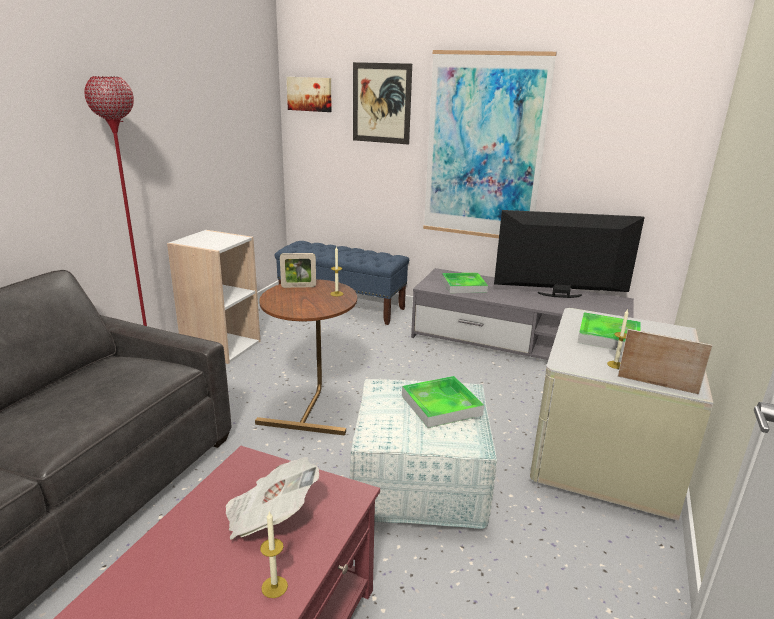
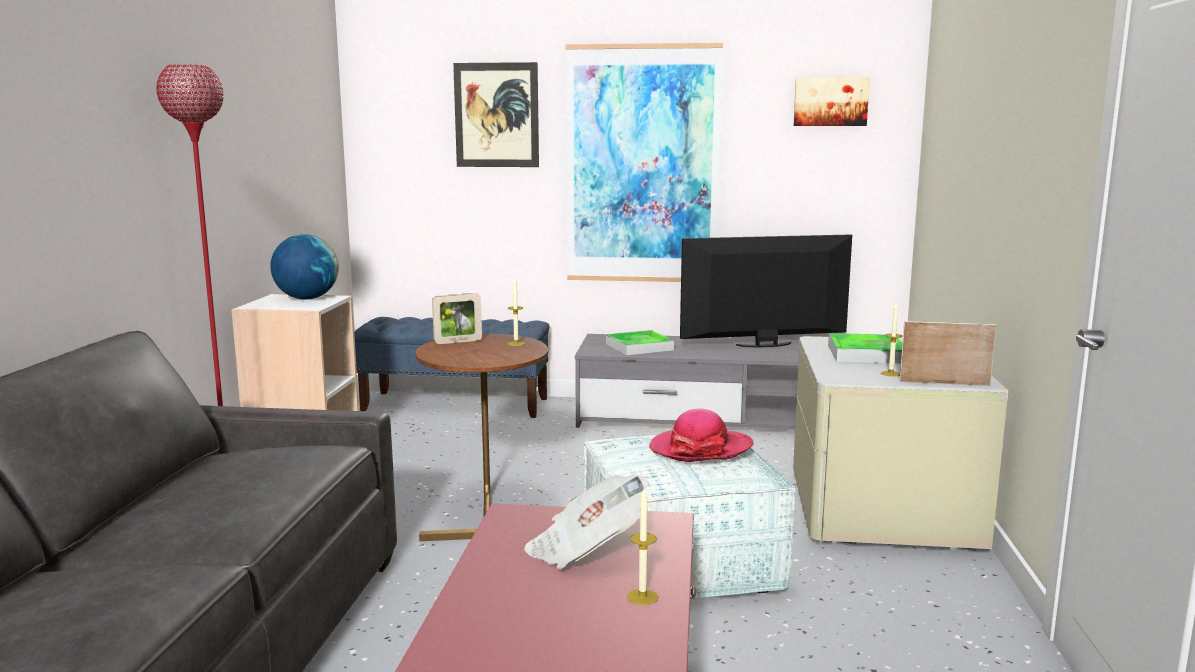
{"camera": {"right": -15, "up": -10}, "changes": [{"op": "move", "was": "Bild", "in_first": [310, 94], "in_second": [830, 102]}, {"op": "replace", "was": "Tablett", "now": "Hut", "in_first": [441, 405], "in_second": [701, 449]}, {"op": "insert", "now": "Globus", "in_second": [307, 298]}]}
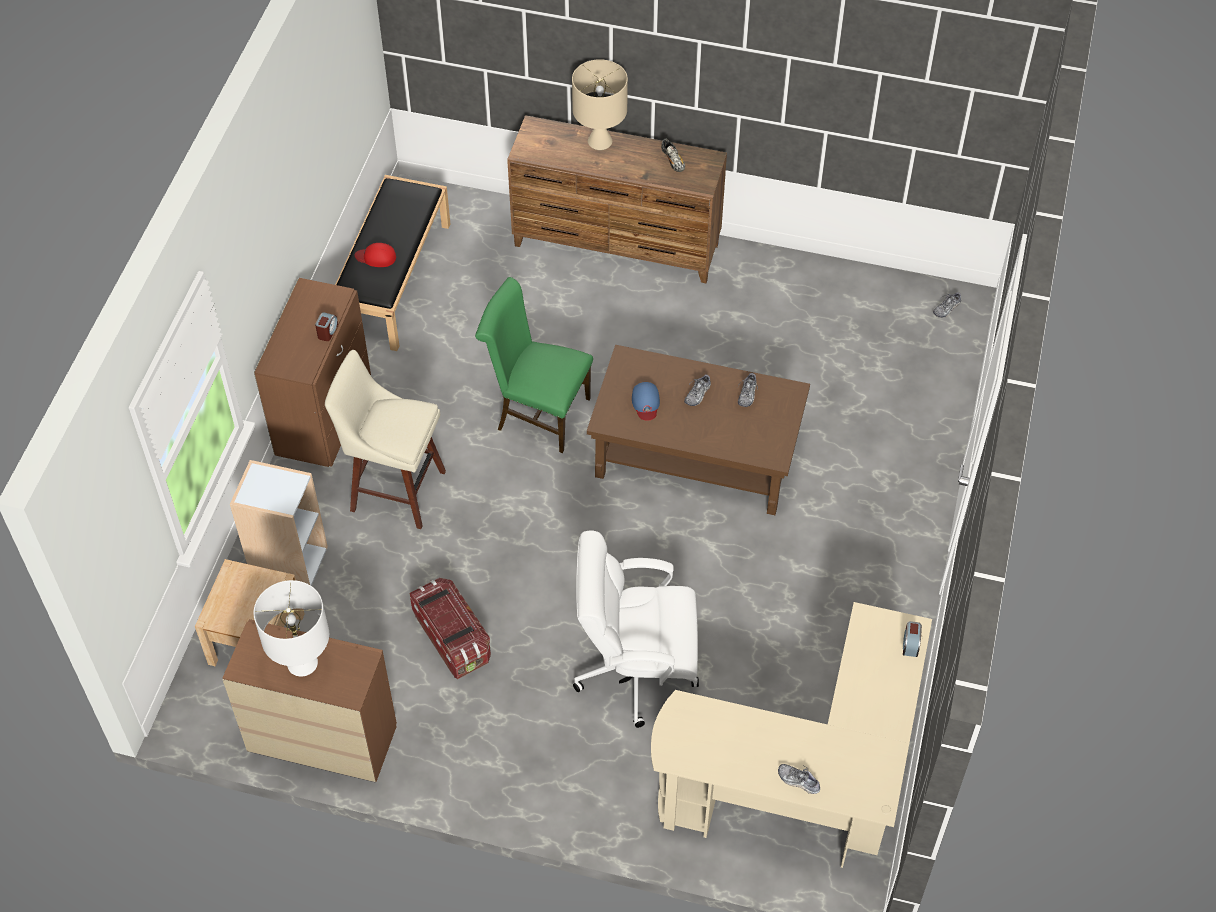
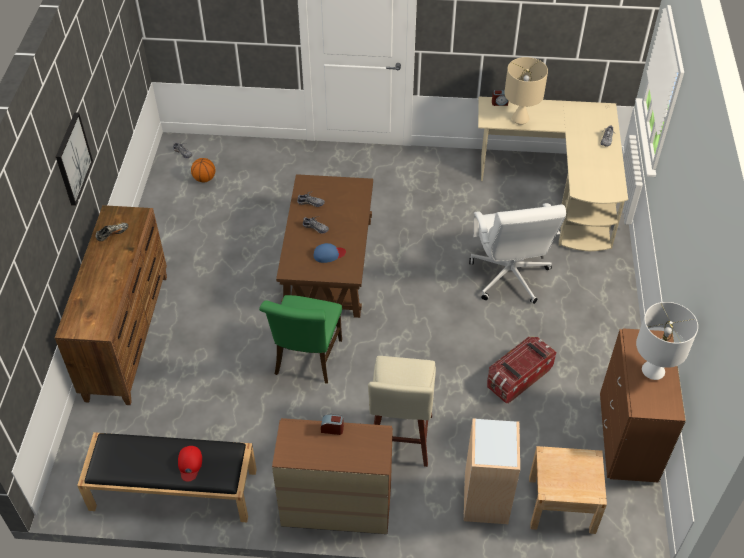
{"camera": {"right": -100, "up": -5}, "changes": [{"op": "move", "was": "Tischlampe (beige)", "in_first": [599, 143], "in_second": [520, 120]}, {"op": "insert", "now": "Bild", "in_second": [72, 159]}, {"op": "insert", "now": "Basketball", "in_second": [204, 179]}]}
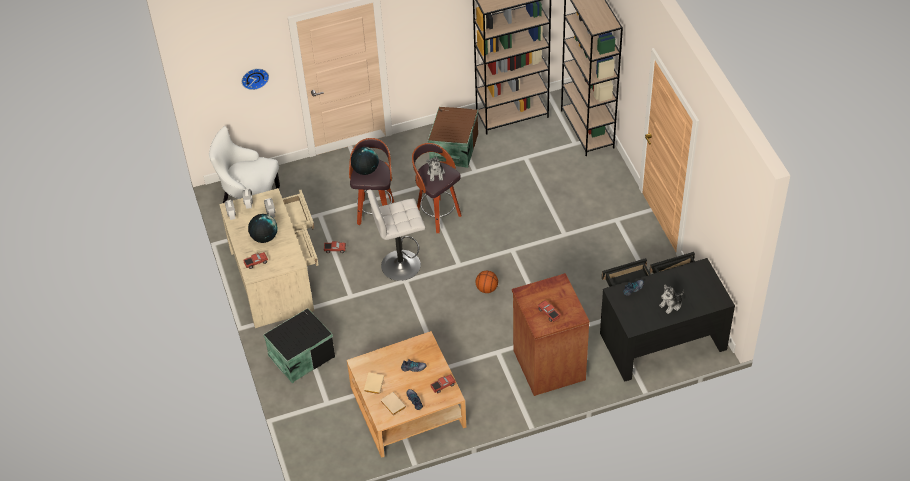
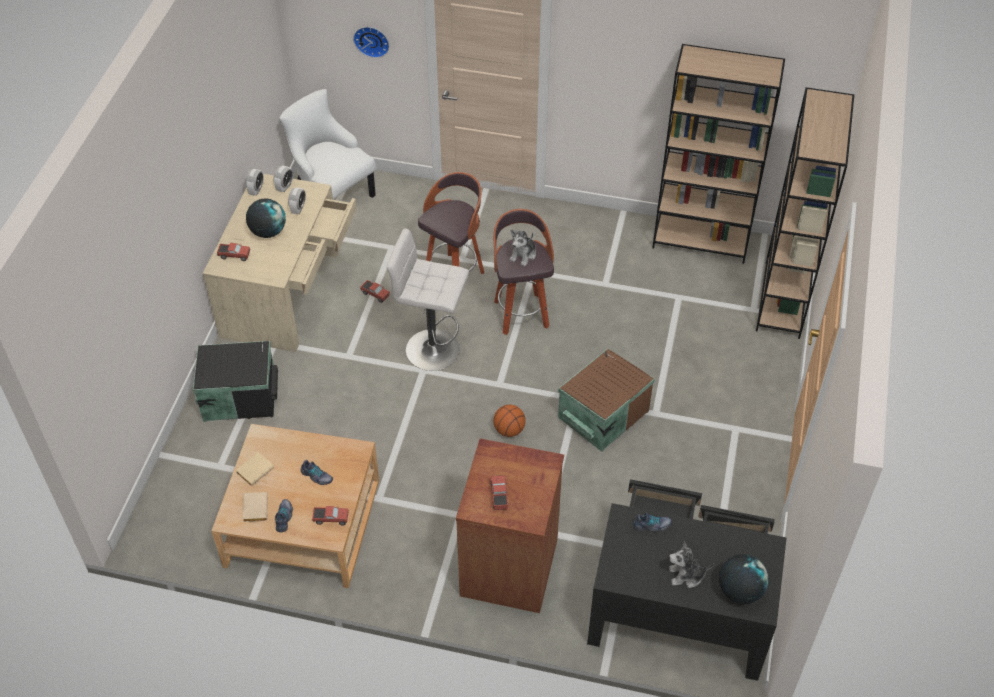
{"camera": {"right": 30, "up": 0}, "changes": [{"op": "move", "was": "Aufbewahrungsbox (braun)", "in_first": [453, 148], "in_second": [602, 414]}, {"op": "move", "was": "Globus", "in_first": [365, 170], "in_second": [739, 591]}]}
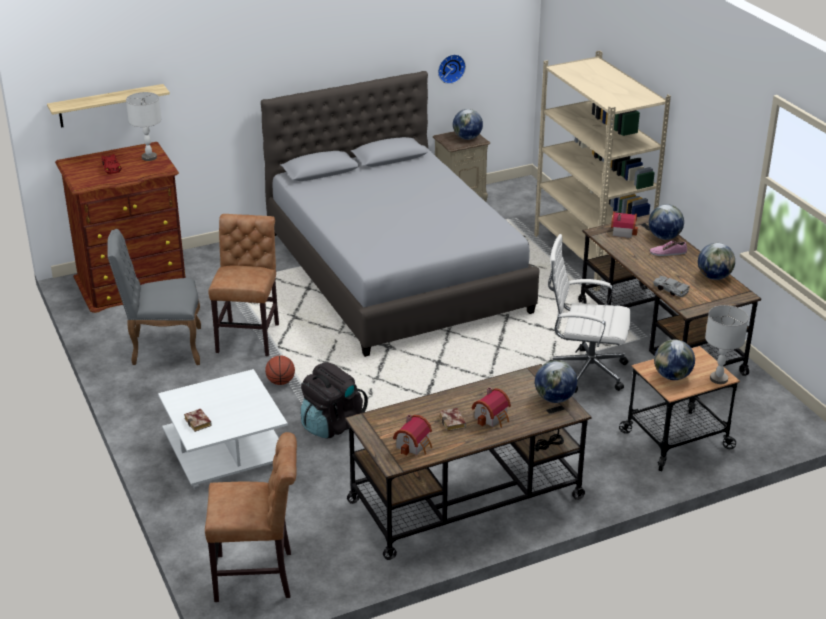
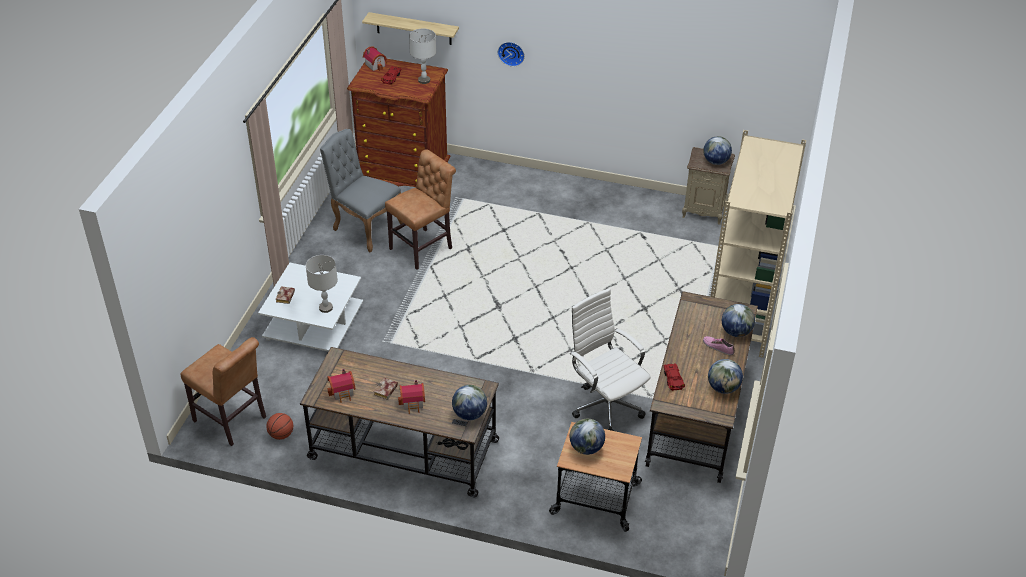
{"camera": {"right": 40, "up": 10}, "changes": [{"op": "move", "was": "Wanduhr", "in_first": [450, 68], "in_second": [511, 53]}, {"op": "delete", "was": "Bett (grau)", "in_first": [396, 271]}, {"op": "move", "was": "Spielzeughaus", "in_first": [622, 231], "in_second": [376, 64]}, {"op": "recolor", "was": "Spielzeugauto (grau)", "now": "Spielzeugauto (rot)", "in_first": [670, 290], "in_second": [673, 379]}, {"op": "move", "was": "Tischlampe (grau)", "in_first": [718, 379], "in_second": [325, 308]}, {"op": "move", "was": "Basketball", "in_first": [280, 382], "in_second": [281, 434]}, {"op": "delete", "was": "Rucksack (schwarz)", "in_first": [331, 424]}]}
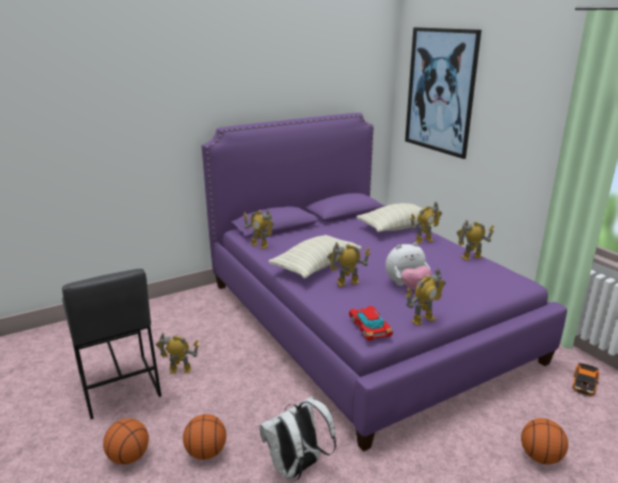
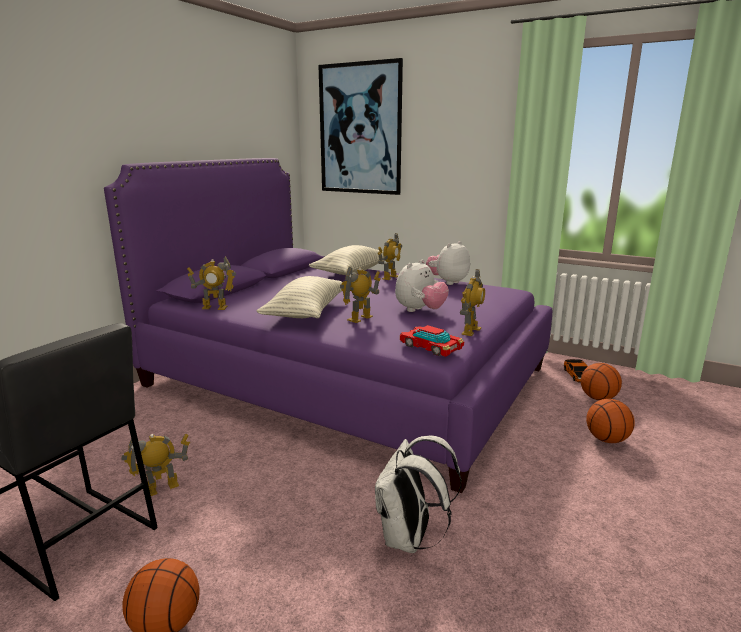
{"camera": {"right": -30, "up": -5}, "changes": [{"op": "replace", "was": "Spielzeugroboter", "now": "Plüschtier", "in_first": [471, 257], "in_second": [447, 282]}, {"op": "move", "was": "Basketball", "in_first": [206, 452], "in_second": [598, 398]}]}
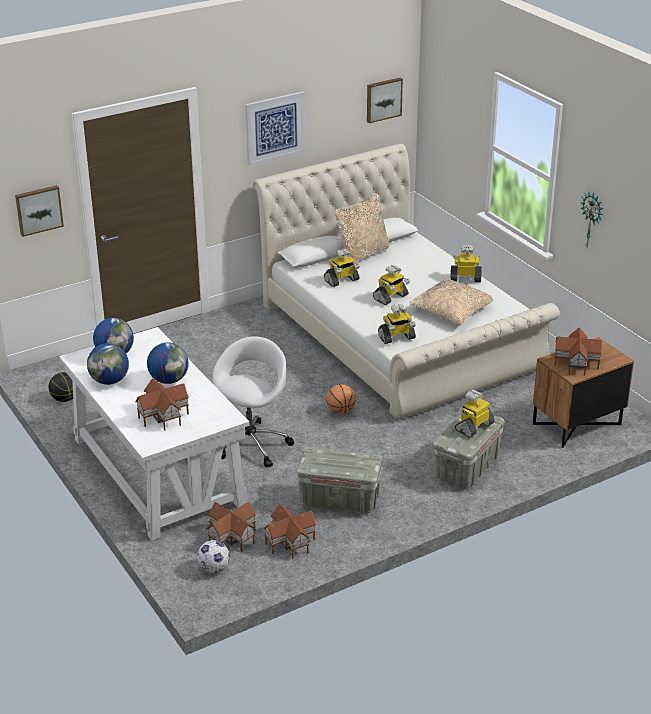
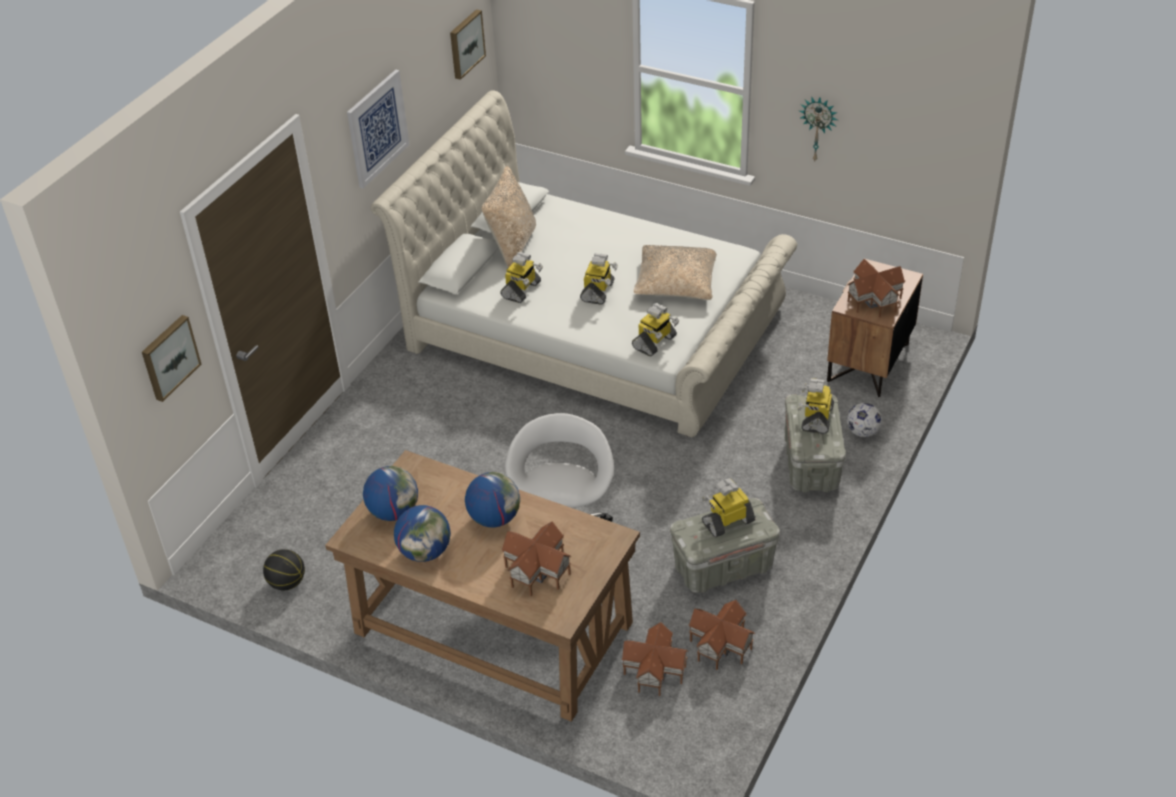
{"camera": {"right": -30, "up": 10}, "changes": [{"op": "move", "was": "Spielzeugroboter", "in_first": [465, 278], "in_second": [727, 521]}, {"op": "recolor", "was": "Schreibtisch (weiß)", "now": "Schreibtisch (braun)", "in_first": [157, 471], "in_second": [493, 628]}, {"op": "delete", "was": "Basketball", "in_first": [340, 411]}, {"op": "move", "was": "Fußball", "in_first": [213, 568], "in_second": [862, 432]}]}
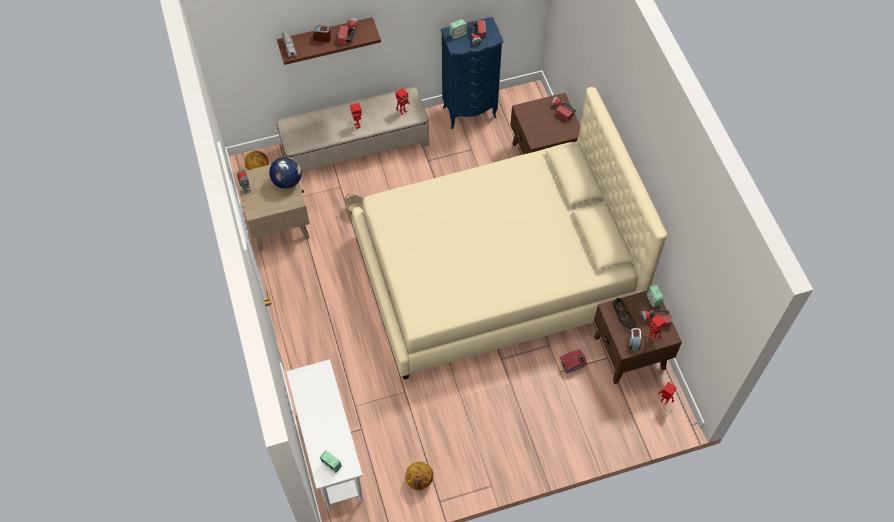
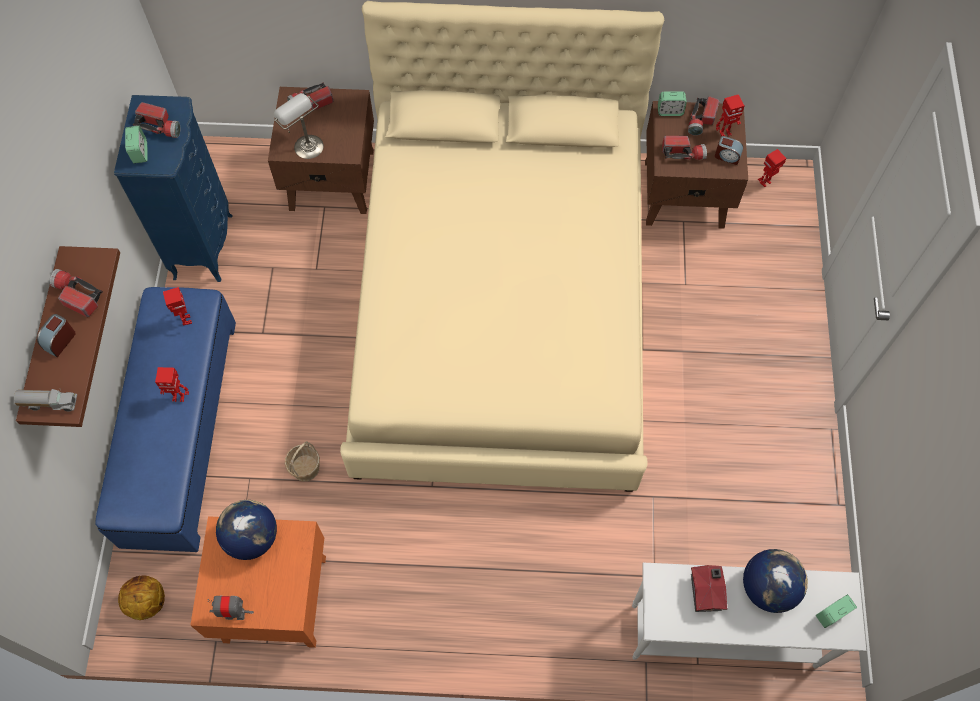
{"camera": {"right": -70, "up": 5}, "changes": [{"op": "recolor", "was": "Bank (beige)", "now": "Bank (blau)", "in_first": [356, 145], "in_second": [179, 429]}, {"op": "recolor", "was": "Nachttisch (beige)", "now": "Nachttisch (orange)", "in_first": [278, 222], "in_second": [273, 598]}, {"op": "replace", "was": "Schuh (braun)", "now": "Taschenlampe", "in_first": [623, 316], "in_second": [683, 153]}, {"op": "move", "was": "Spielzeughaus", "in_first": [573, 364], "in_second": [706, 591]}, {"op": "delete", "was": "Basketball", "in_first": [420, 480]}, {"op": "insert", "now": "Tischlampe (weiß)", "in_second": [304, 143]}, {"op": "insert", "now": "Globus", "in_second": [768, 587]}]}
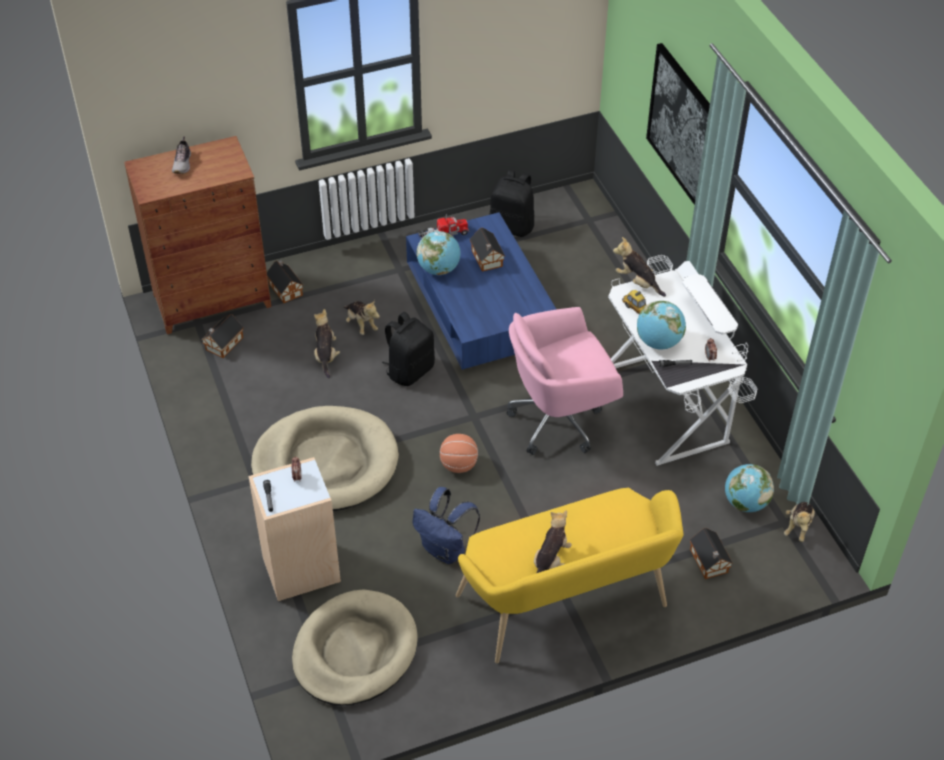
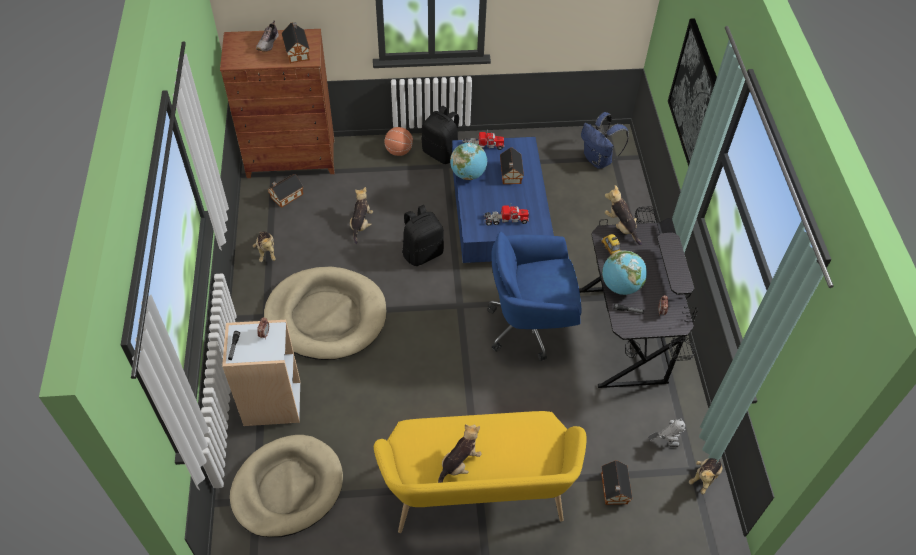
{"camera": {"right": 15, "up": 5}, "changes": [{"op": "move", "was": "Rucksack (schwarz)", "in_first": [512, 226], "in_second": [441, 153]}, {"op": "recolor", "was": "Schreibtisch (weiß)", "now": "Schreibtisch (schwarz)", "in_first": [667, 404], "in_second": [626, 335]}, {"op": "move", "was": "Spielzeughaus", "in_first": [285, 288], "in_second": [297, 51]}, {"op": "move", "was": "Plüschtier", "in_first": [361, 324], "in_second": [266, 251]}, {"op": "recolor", "was": "Bürostuhl (rosa)", "now": "Bürostuhl (blau)", "in_first": [560, 421], "in_second": [529, 327]}, {"op": "move", "was": "Basketball", "in_first": [459, 465], "in_second": [399, 151]}, {"op": "replace", "was": "Globus", "now": "Spielzeugroboter", "in_first": [745, 503], "in_second": [664, 442]}, {"op": "move", "was": "Rucksack (blau)", "in_first": [446, 550], "in_second": [599, 160]}, {"op": "insert", "now": "Spielzeuglaster", "in_second": [505, 220]}]}
